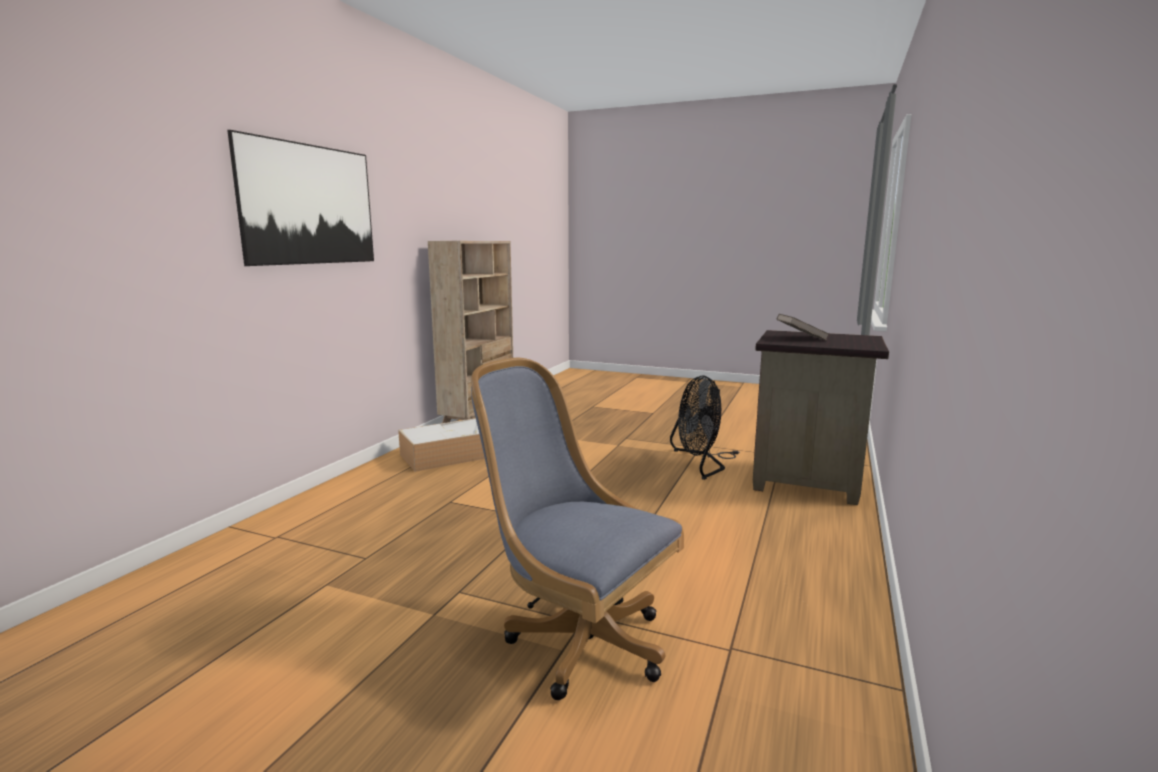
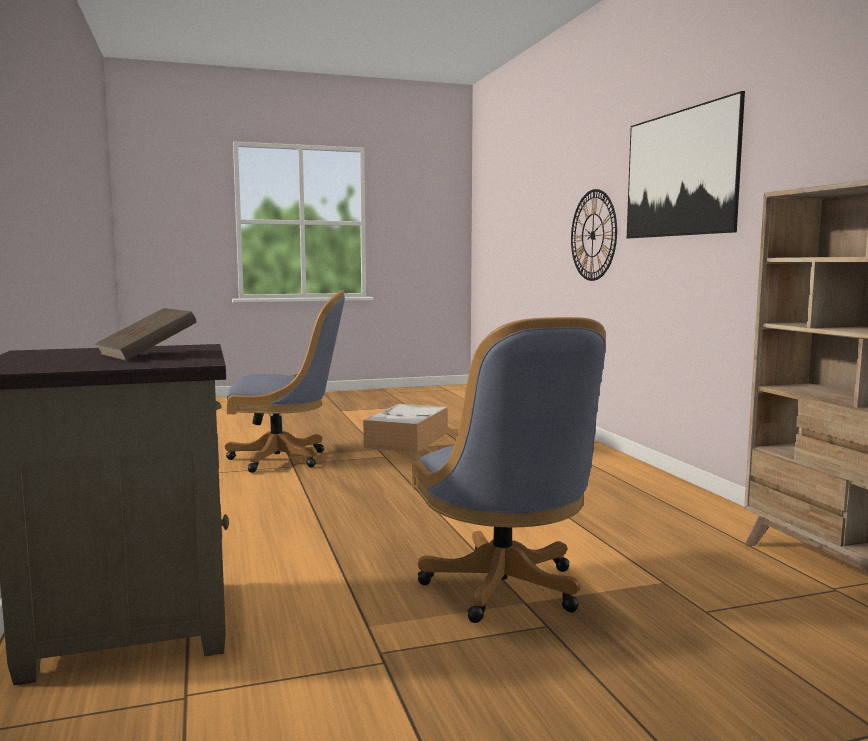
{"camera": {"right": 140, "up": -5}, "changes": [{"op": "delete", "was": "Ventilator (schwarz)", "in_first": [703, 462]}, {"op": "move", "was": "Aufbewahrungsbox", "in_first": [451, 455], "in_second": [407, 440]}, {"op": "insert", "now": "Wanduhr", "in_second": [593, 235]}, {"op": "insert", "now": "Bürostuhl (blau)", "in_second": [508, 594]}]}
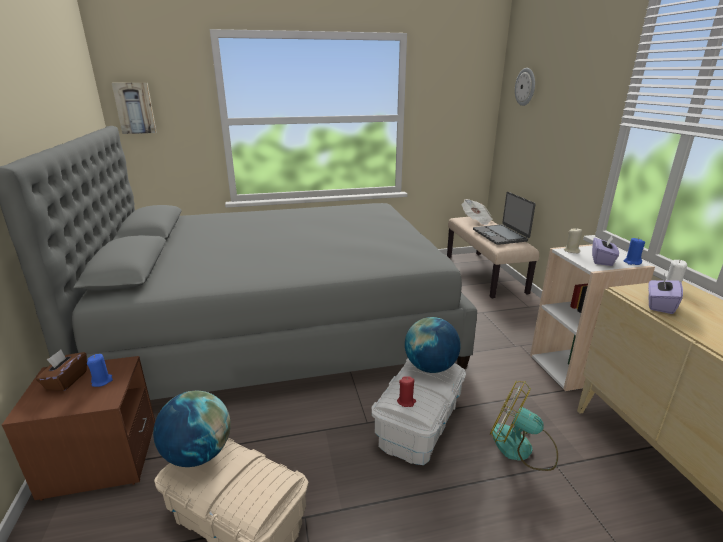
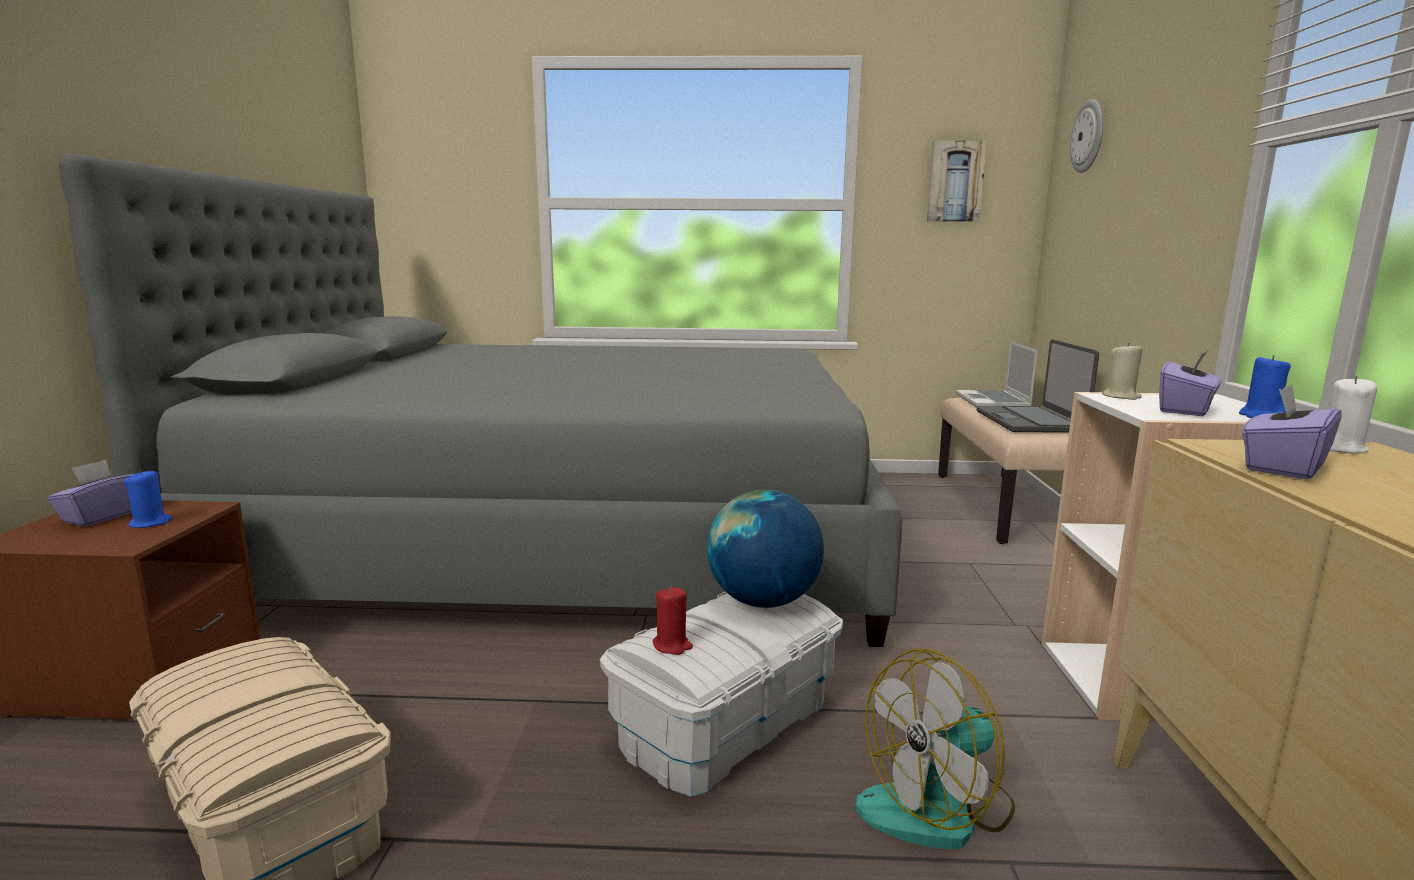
{"camera": {"right": 15, "up": -10}, "changes": [{"op": "move", "was": "Bild", "in_first": [135, 108], "in_second": [955, 182]}, {"op": "replace", "was": "Zeitung", "now": "Laptop", "in_first": [476, 220], "in_second": [993, 401]}, {"op": "recolor", "was": "Taschentuchbox (braun)", "now": "Taschentuchbox (lila)", "in_first": [66, 380], "in_second": [103, 516]}, {"op": "rotate", "was": "Ventilator", "in_first": [521, 448], "in_second": [937, 808], "clockwise": -75}, {"op": "delete", "was": "Globus", "in_first": [198, 454]}]}
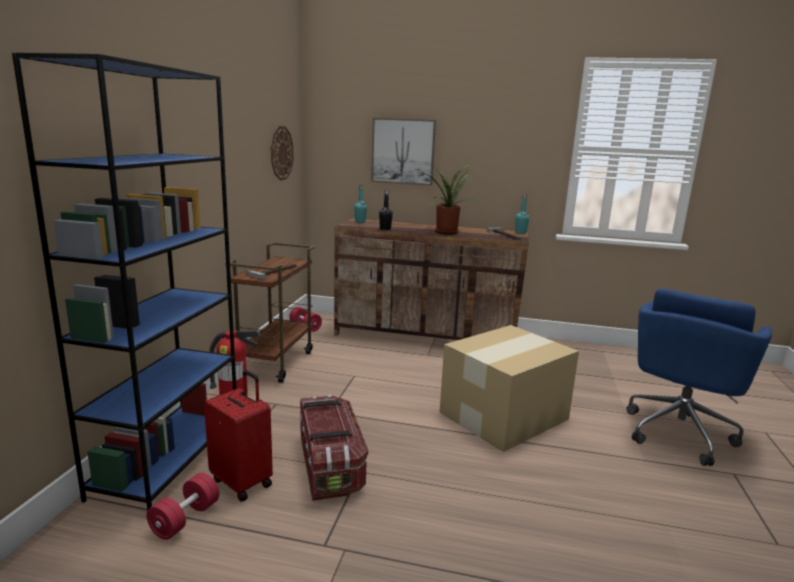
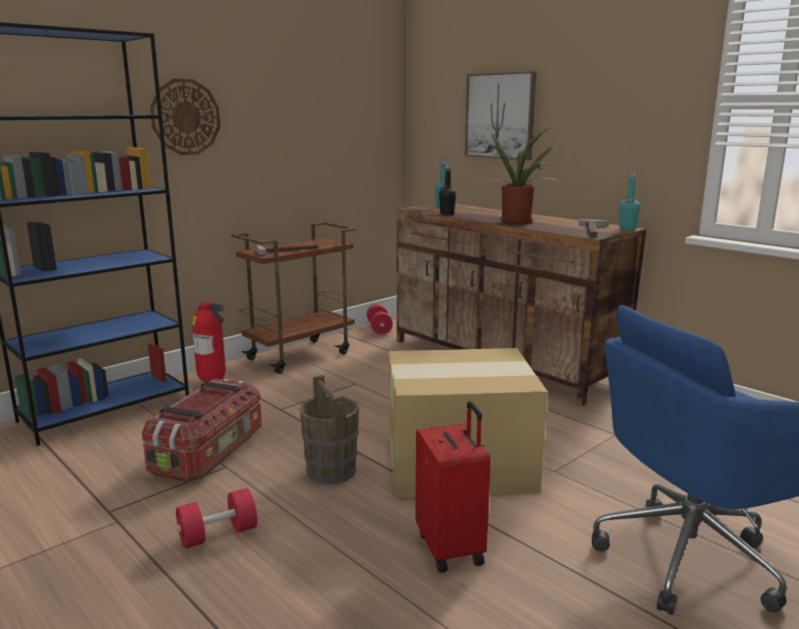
{"camera": {"right": 35, "up": 0}, "changes": [{"op": "move", "was": "Wanduhr", "in_first": [281, 153], "in_second": [185, 117]}, {"op": "move", "was": "Koffer (rot)", "in_first": [243, 481], "in_second": [452, 548]}, {"op": "move", "was": "Hantel (rot)", "in_first": [185, 519], "in_second": [218, 535]}, {"op": "insert", "now": "Eimer (braun)", "in_second": [331, 470]}]}
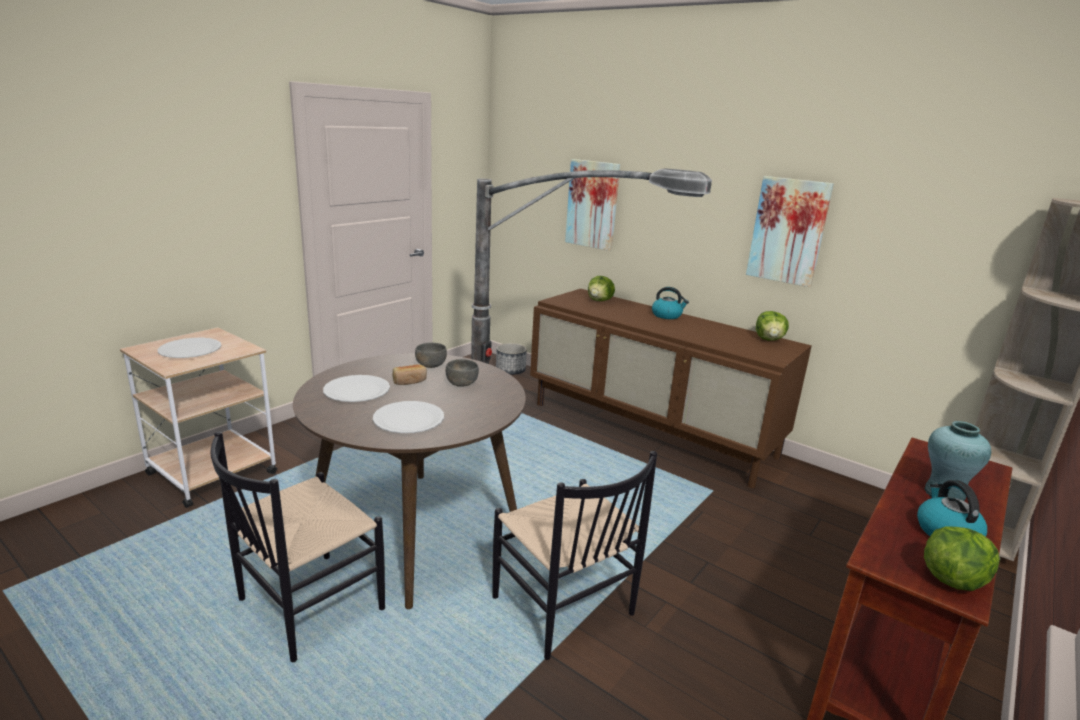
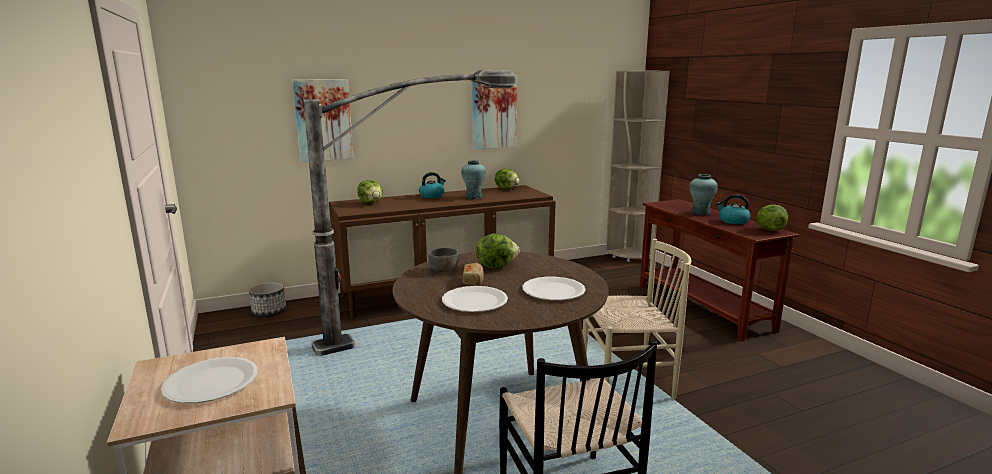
{"camera": {"right": -60, "up": -5}, "changes": [{"op": "replace", "was": "Schüssel (grau)", "now": "Salatkopf", "in_first": [461, 383], "in_second": [496, 266]}, {"op": "recolor", "was": "Stuhl (schwarz)", "now": "Stuhl (beige)", "in_first": [566, 610], "in_second": [631, 380]}, {"op": "insert", "now": "Vase (türkis)", "in_second": [473, 197]}]}
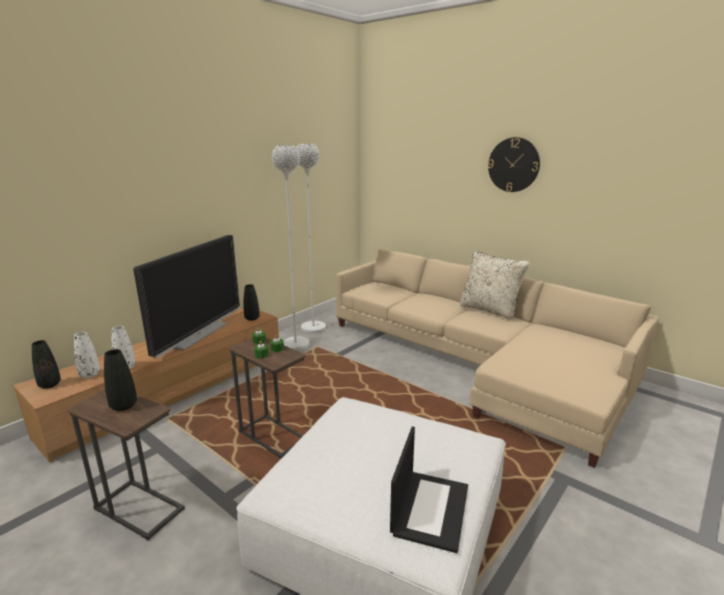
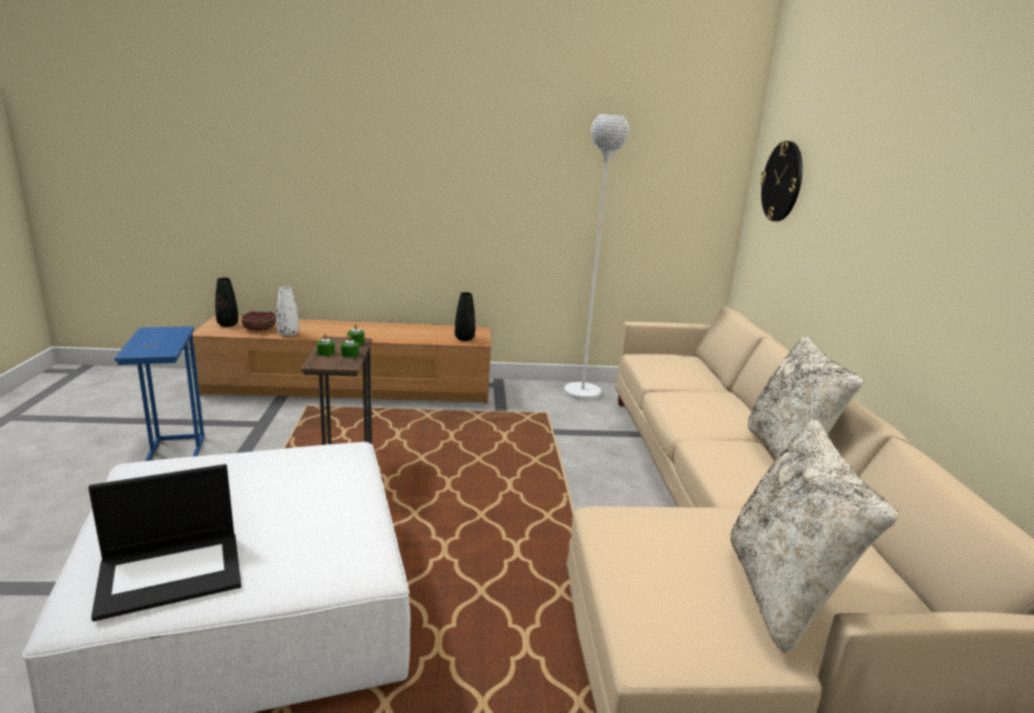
{"camera": {"right": 45, "up": 0}, "changes": [{"op": "move", "was": "Wanduhr", "in_first": [513, 165], "in_second": [782, 181]}, {"op": "delete", "was": "Stehlampe (weiß)", "in_first": [296, 344]}, {"op": "delete", "was": "Fernseher", "in_first": [197, 335]}, {"op": "replace", "was": "Vase (weiß)", "now": "Schüssel", "in_first": [90, 375], "in_second": [259, 329]}, {"op": "delete", "was": "Vase (schwarz)", "in_first": [123, 406]}, {"op": "recolor", "was": "Beistelltisch (braun)", "now": "Beistelltisch (blau)", "in_first": [138, 509], "in_second": [172, 457]}, {"op": "insert", "now": "Kissen (beige)", "in_second": [779, 598]}]}
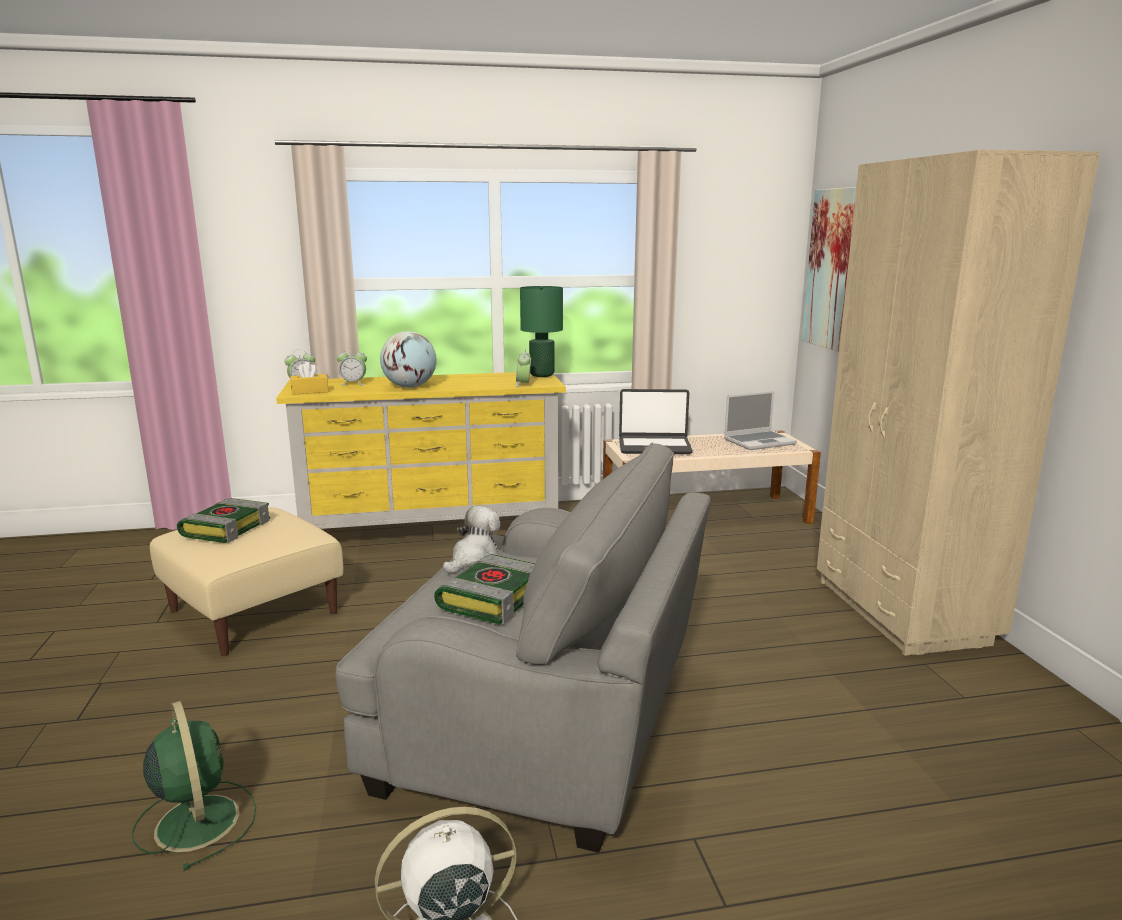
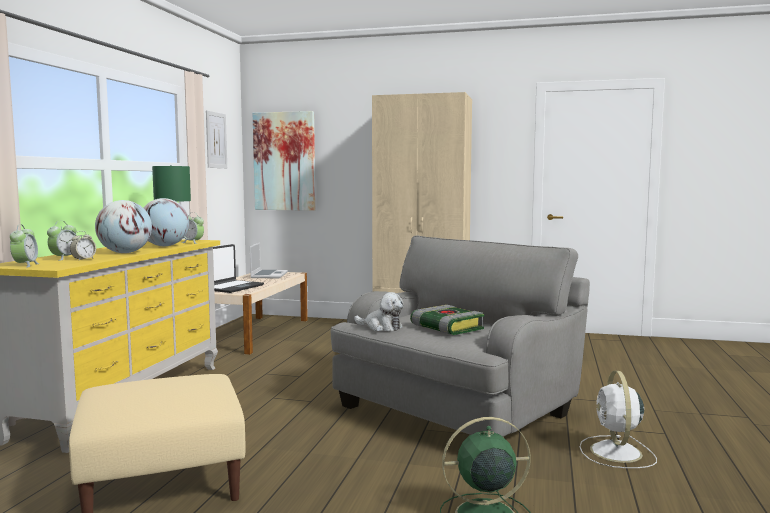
{"camera": {"right": -65, "up": -10}, "changes": [{"op": "delete", "was": "Taschentuchbox (gelb)", "in_first": [310, 391]}, {"op": "delete", "was": "Buch", "in_first": [226, 528]}, {"op": "rotate", "was": "Plüschtier", "in_first": [473, 559], "in_second": [381, 327], "clockwise": 150}, {"op": "insert", "now": "Bild", "in_second": [216, 140]}, {"op": "insert", "now": "Globus", "in_second": [165, 246]}, {"op": "insert", "now": "Wecker", "in_second": [83, 259]}]}
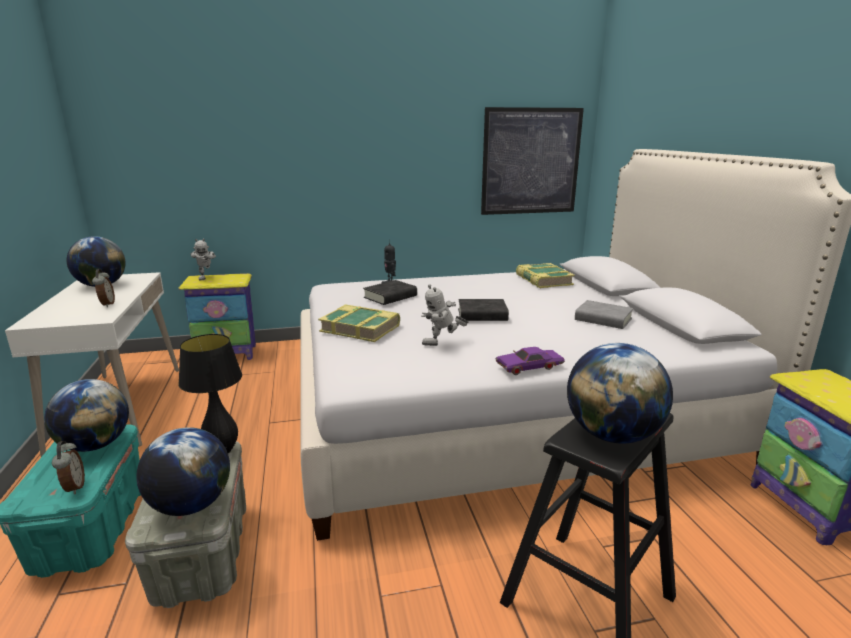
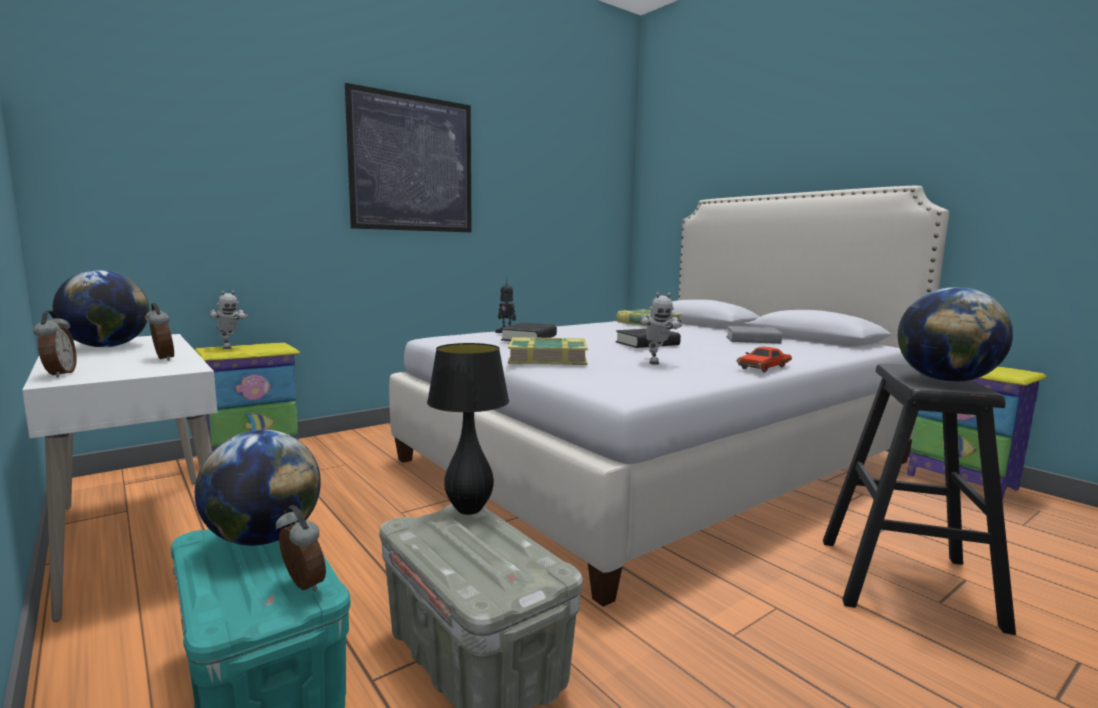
{"camera": {"right": -25, "up": -10}, "changes": [{"op": "move", "was": "Bild", "in_first": [531, 161], "in_second": [412, 164]}, {"op": "rotate", "was": "Spielzeugroboter", "in_first": [442, 345], "in_second": [655, 362], "clockwise": -45}, {"op": "recolor", "was": "Spielzeugauto (lila)", "now": "Spielzeugauto (rot)", "in_first": [529, 367], "in_second": [764, 367]}, {"op": "delete", "was": "Globus", "in_first": [191, 505]}, {"op": "insert", "now": "Wecker", "in_second": [59, 374]}]}
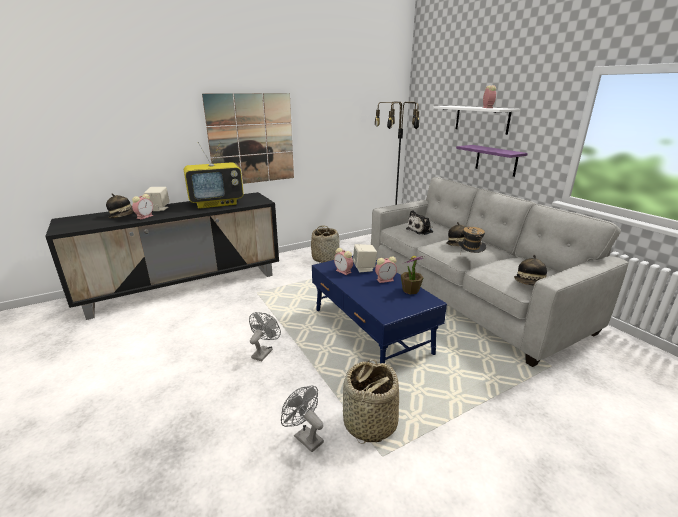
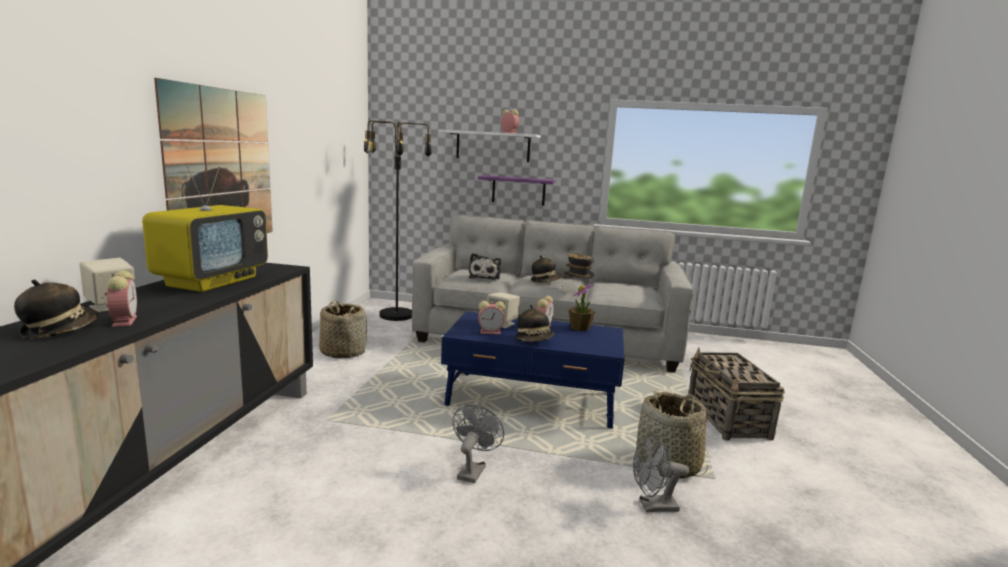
{"camera": {"right": -50, "up": -10}, "changes": [{"op": "move", "was": "Hut", "in_first": [530, 283], "in_second": [534, 340]}, {"op": "rotate", "was": "Ventilator (grau)", "in_first": [264, 352], "in_second": [473, 470], "clockwise": 45}, {"op": "insert", "now": "Korb", "in_second": [728, 419]}]}
